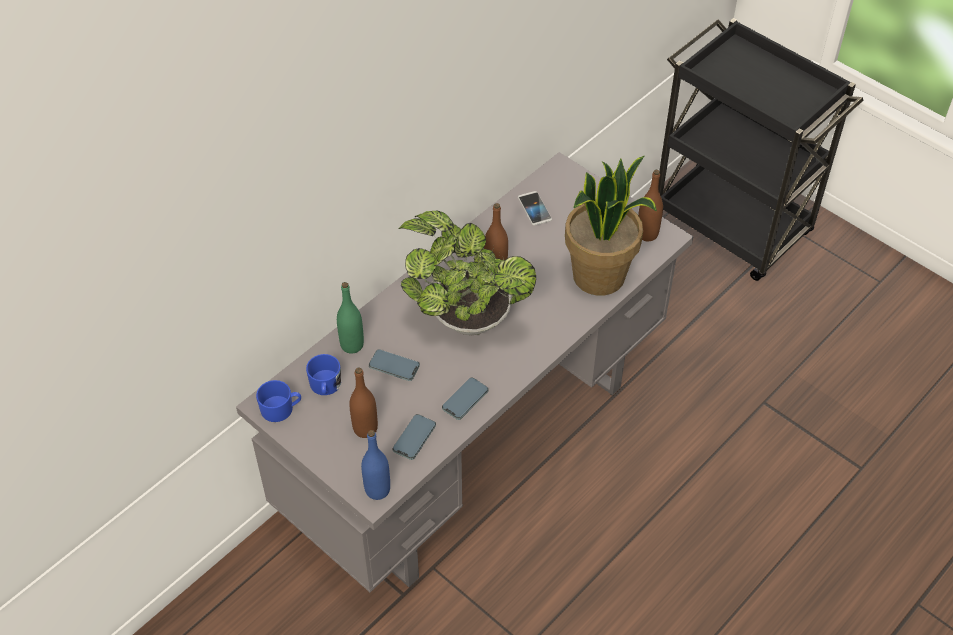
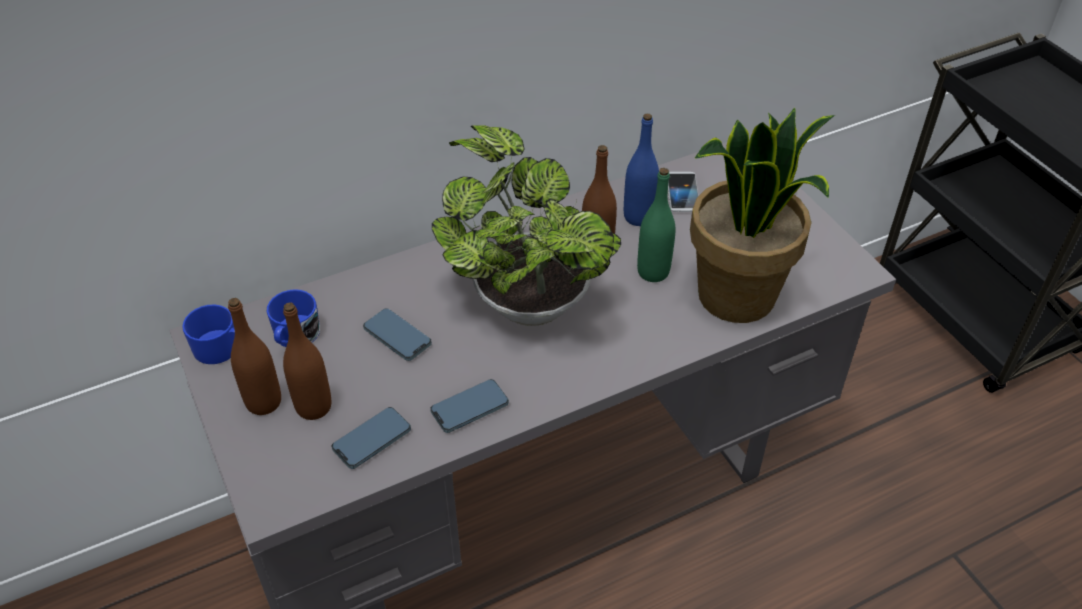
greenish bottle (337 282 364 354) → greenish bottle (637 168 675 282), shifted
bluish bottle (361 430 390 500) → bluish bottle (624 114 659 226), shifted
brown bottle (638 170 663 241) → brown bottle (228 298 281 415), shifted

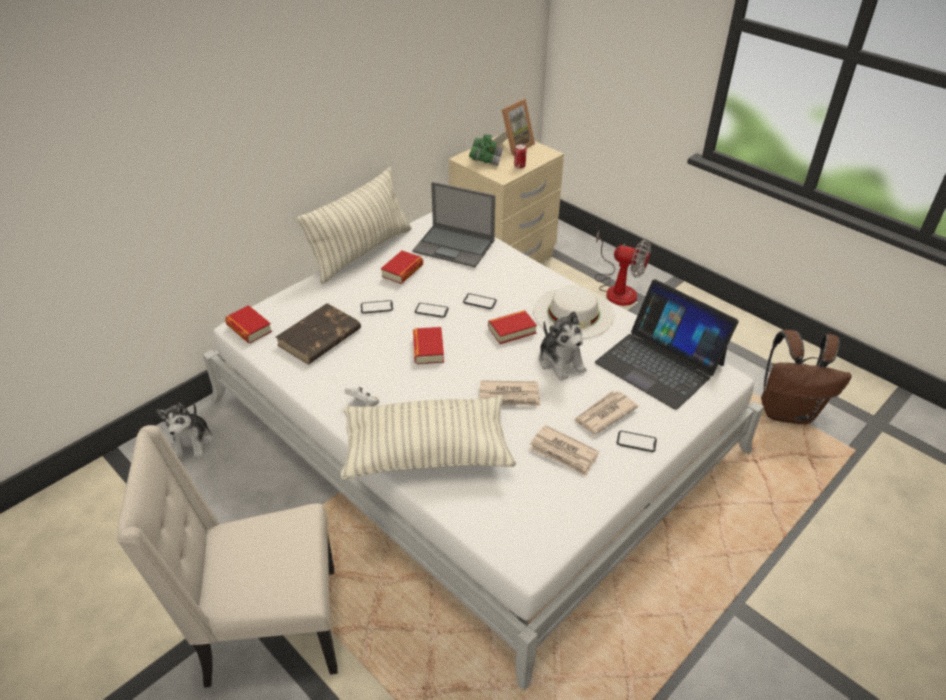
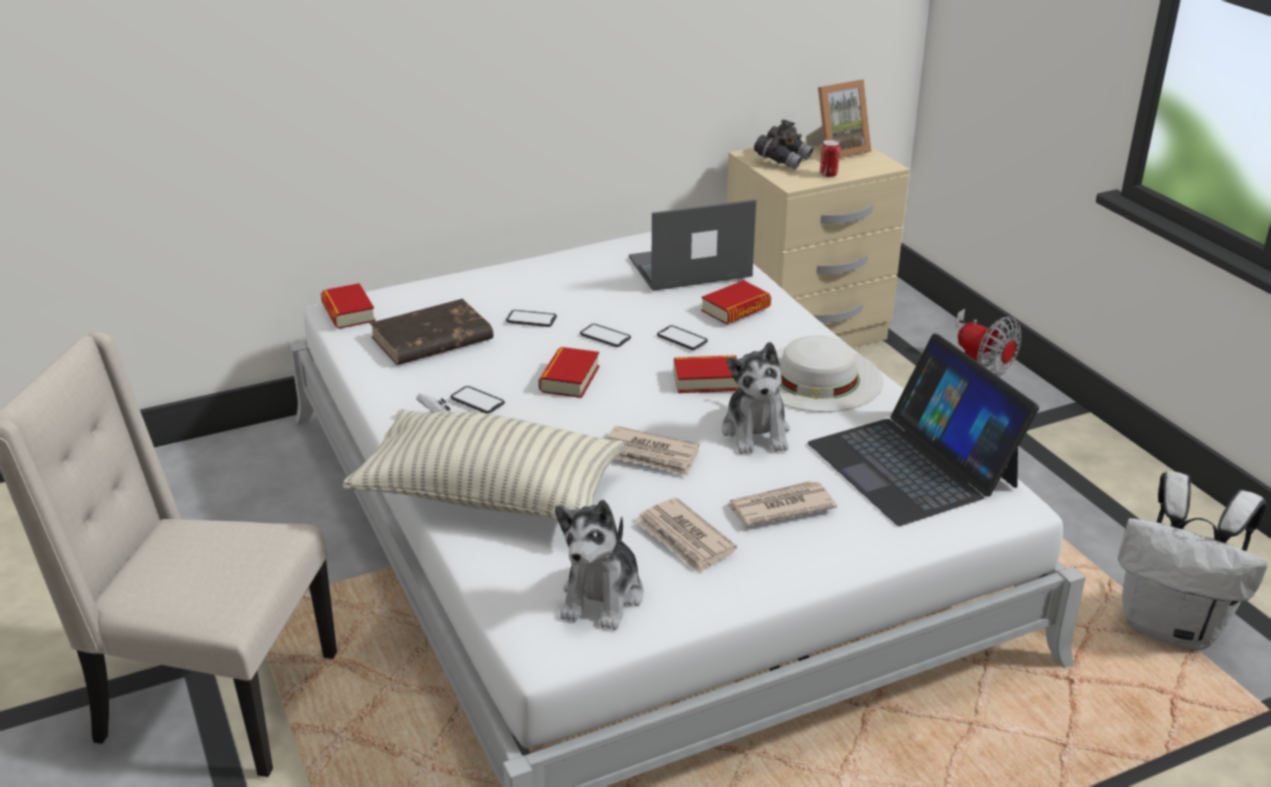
throw pillow (297 167 412 284) → -
soft toy (156 402 213 460) → soft toy (555 500 644 630), shifted
book (381 250 423 284) → book (701 280 771 325), shifted
phone (617 431 657 452) → phone (450 386 505 414), shifted
greenish field glasses (469 134 503 166) → gray field glasses (754 120 813 169)
brown backpack (761 330 852 424) → whitish backpack (1118 471 1268 651)
notebook computer (412 182 495 267) → notebook computer (629 200 756 291), 120 degrees clockwise

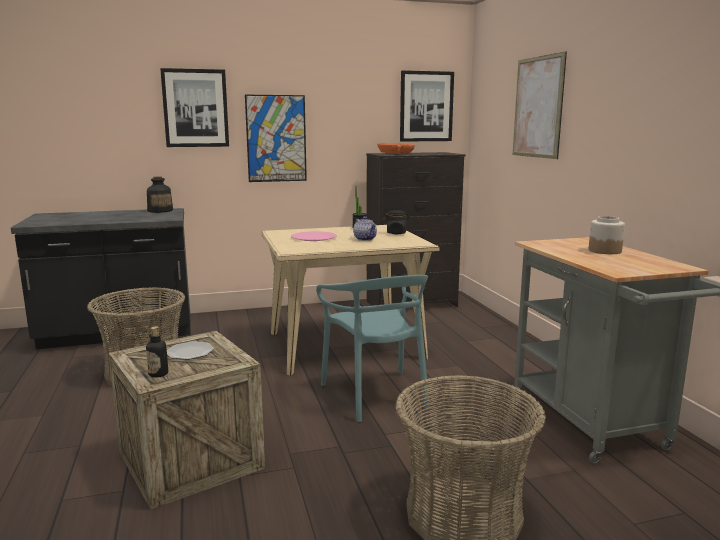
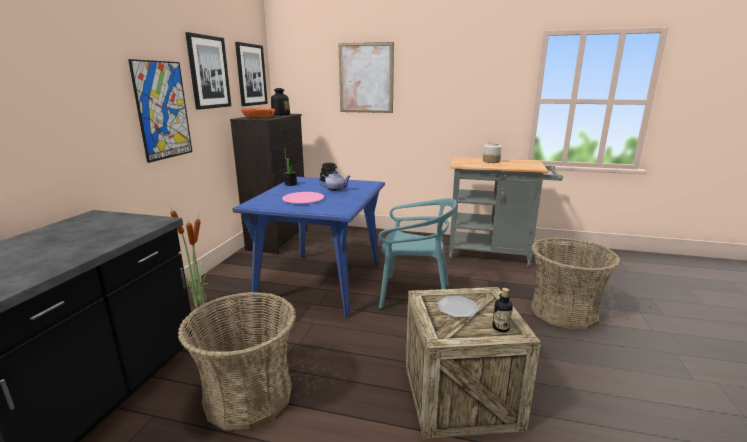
- → houseplant (169 204 212 308)
bottle (147 176 173 213) → bottle (271 88 290 115), shifted
wall picture (160 68 229 147) → wall picture (185 32 231 110), shifted
sand-coloured kitchen table (261 225 440 376) → bluish kitchen table (233 177 385 318)

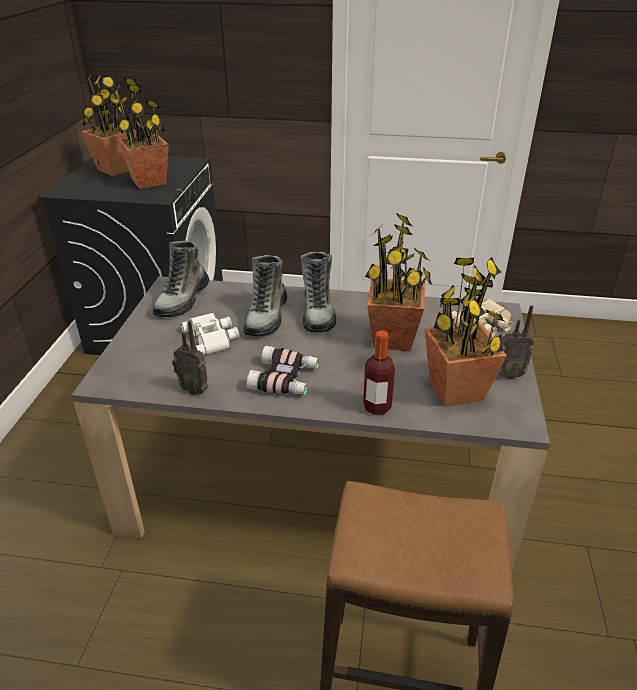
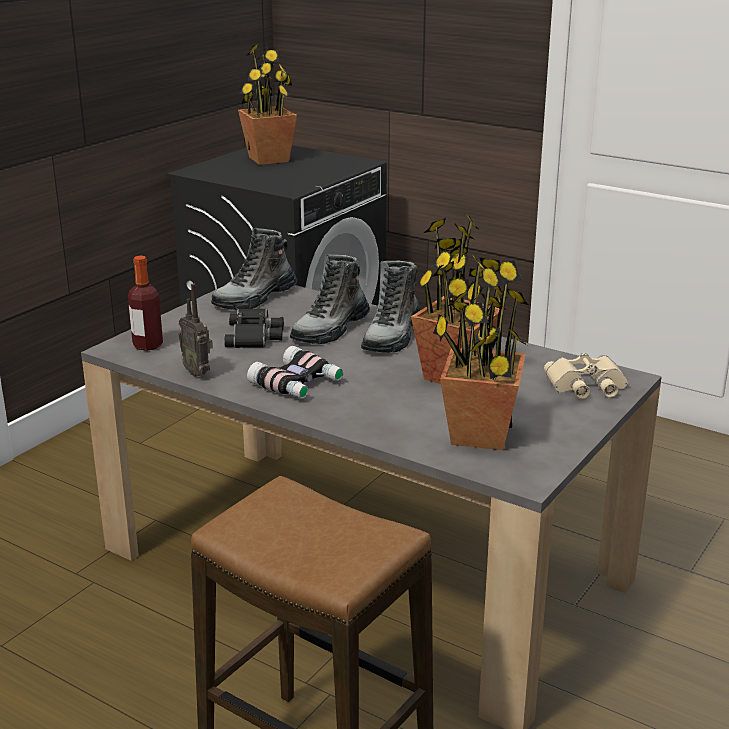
houseplant (114 78 169 189) → -
radio set (498 305 534 380) → -
bottle (363 330 395 415) → bottle (128 256 163 351), shifted
whitish field glasses (181 312 239 355) → blackish field glasses (224 308 284 348)

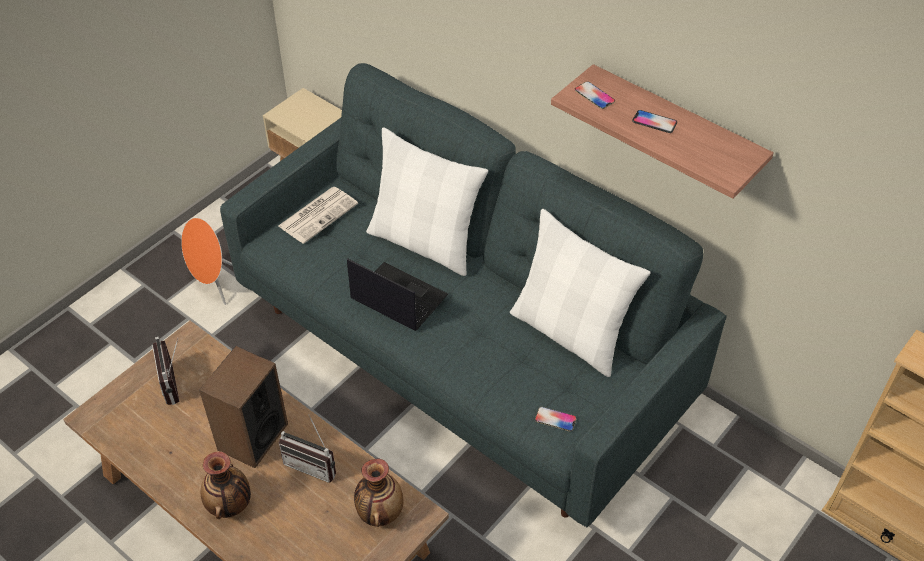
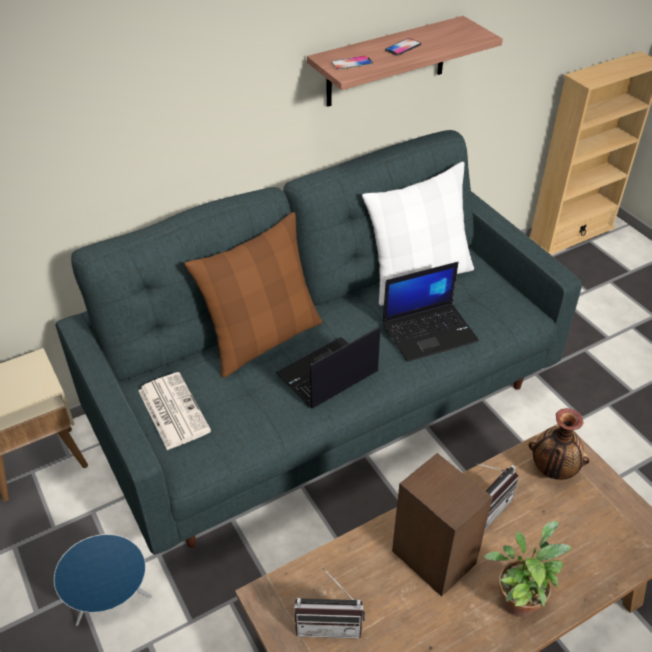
phone (535 407 576 431) → -
- → notebook computer (383 262 479 362)
vase (201 451 251 519) → houseplant (484 521 571 617)
orange speaker (181 218 232 305) → bluish speaker (54 534 152 626)
whitish throw pillow (366 127 488 276) → brown throw pillow (185 212 322 378)

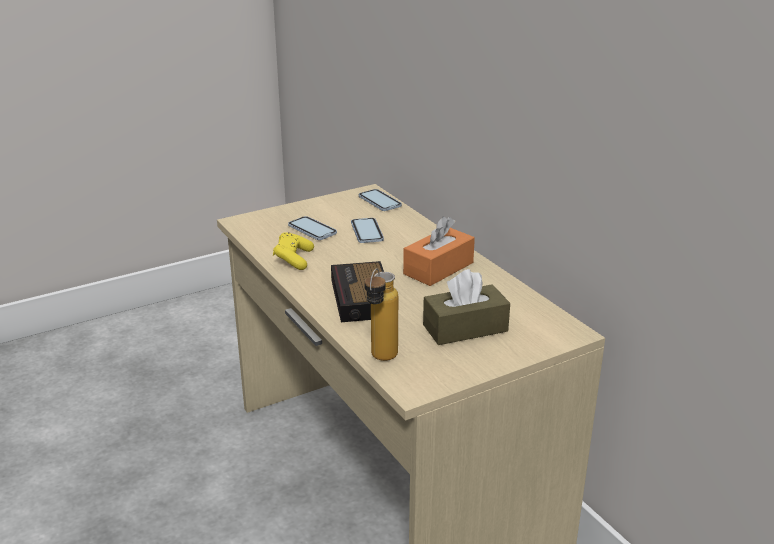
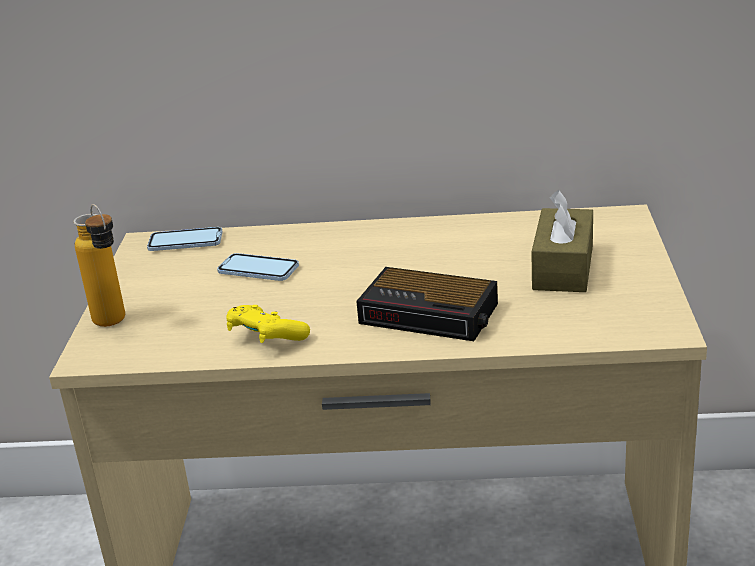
phone (288 216 337 240) → -
orange tissue box (403 217 475 286) → -
bottle (364 268 398 361) → bottle (73 204 125 327), shifted

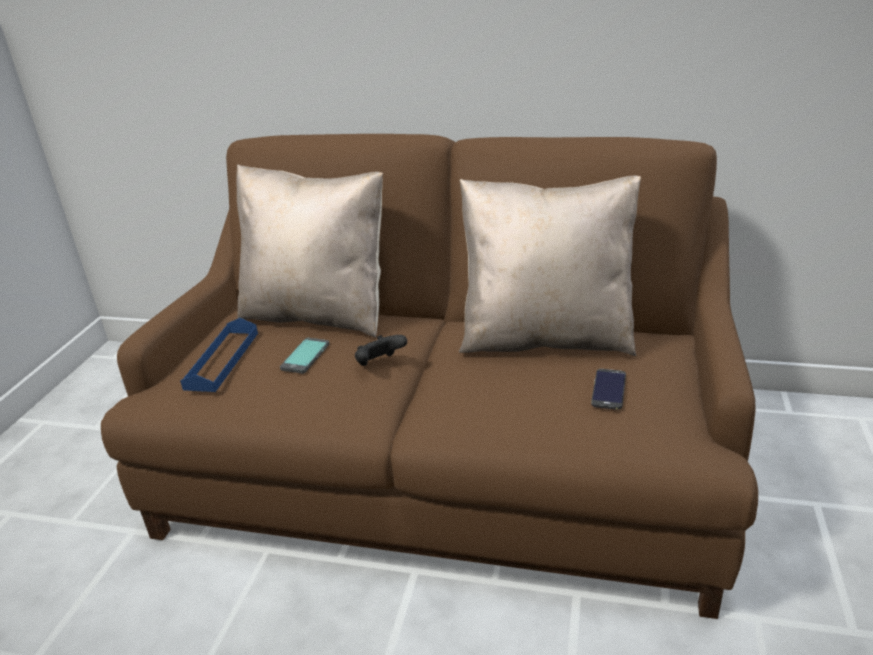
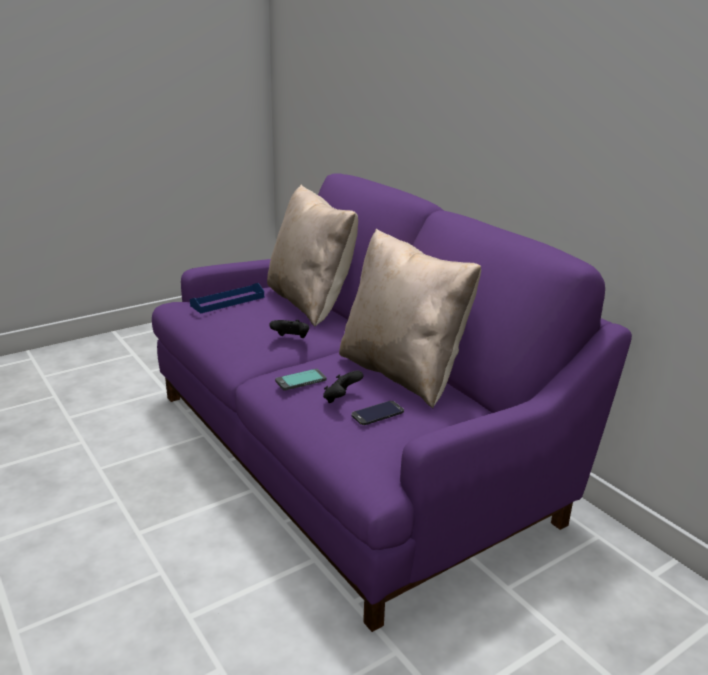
- → blackish game controller (323 371 364 403)
phone (280 338 329 374) → phone (275 369 327 391), shifted
brown sofa (101 134 758 619) → purplish sofa (152 173 632 632)

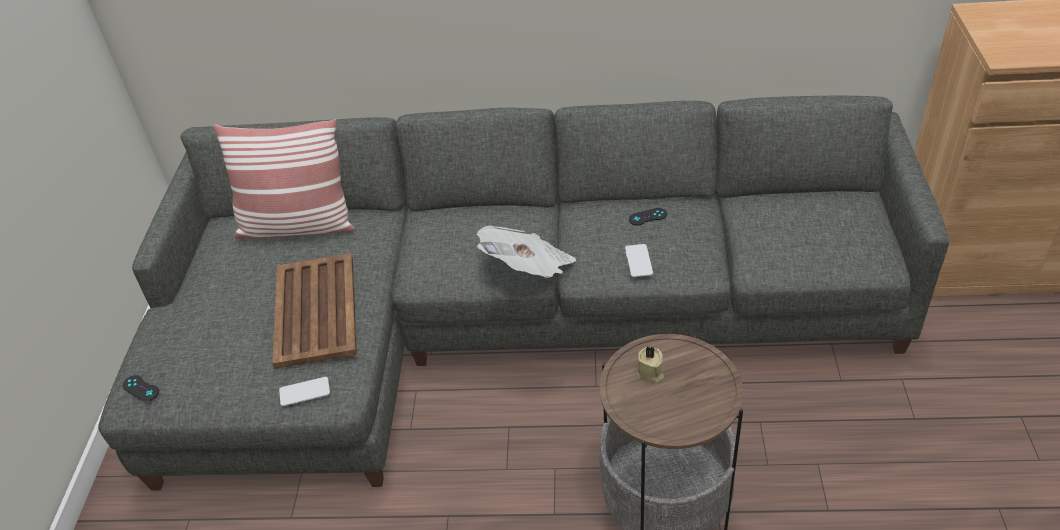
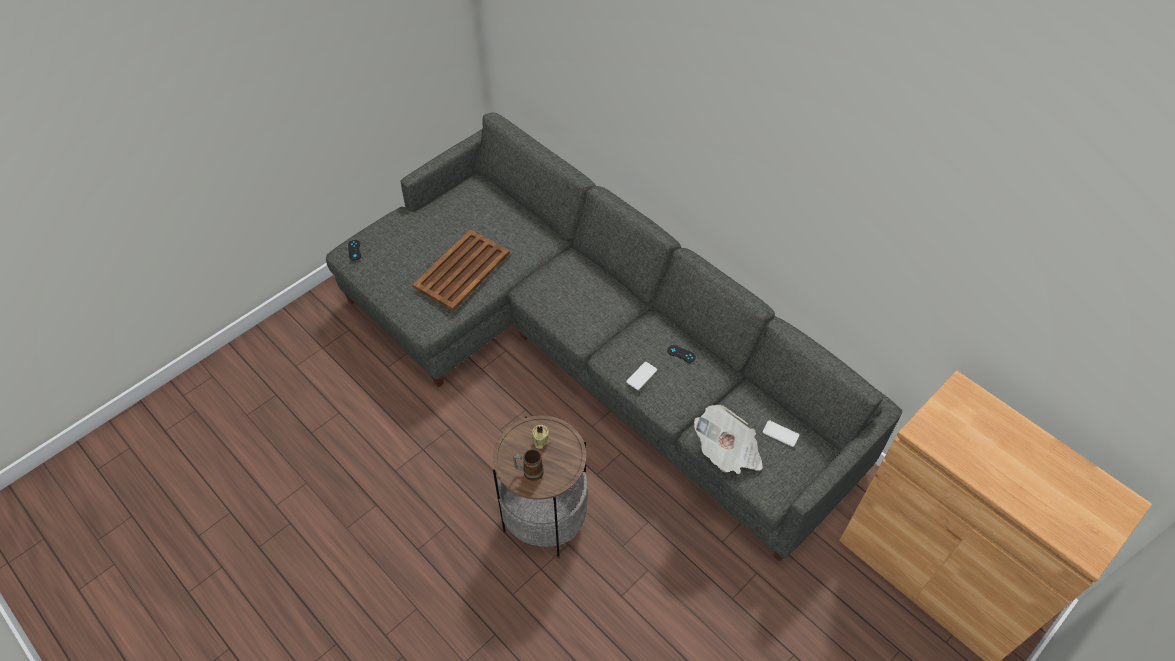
throw pillow (214 119 355 239) → -
- → coffee mug (513 449 544 481)
phone (279 377 330 406) → phone (763 420 799 447), shifted
daily paper (476 225 576 278) → daily paper (694 405 763 474), shifted

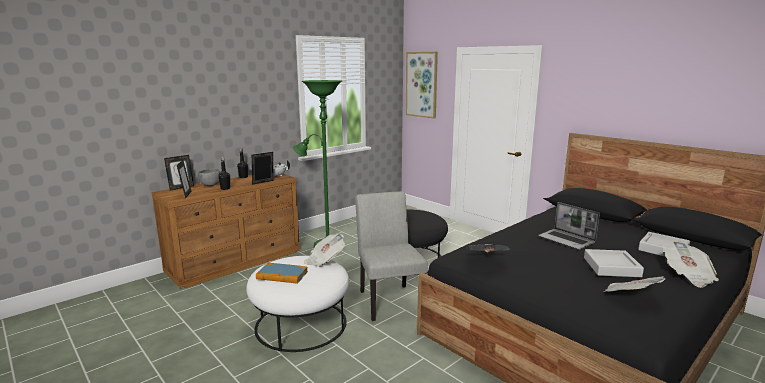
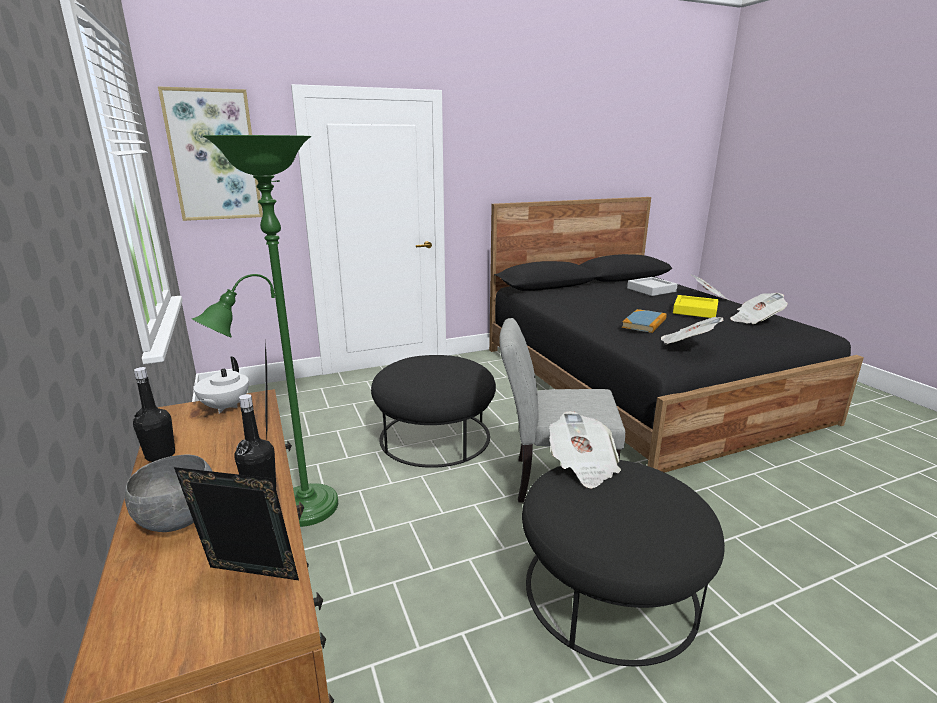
photo frame (164 155 194 191) → -
notebook computer (538 202 600 250) → -
book (256 263 308 284) → book (622 309 667 333), shifted
whitish pouffe (246 256 349 352) → blackish pouffe (522 460 725 666)
gray tray (584 249 644 277) → yellowish tray (673 295 718 318)

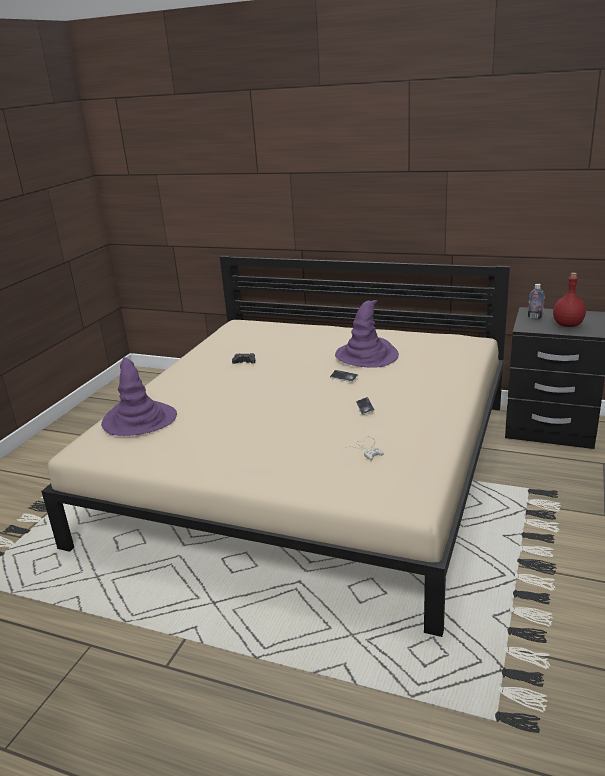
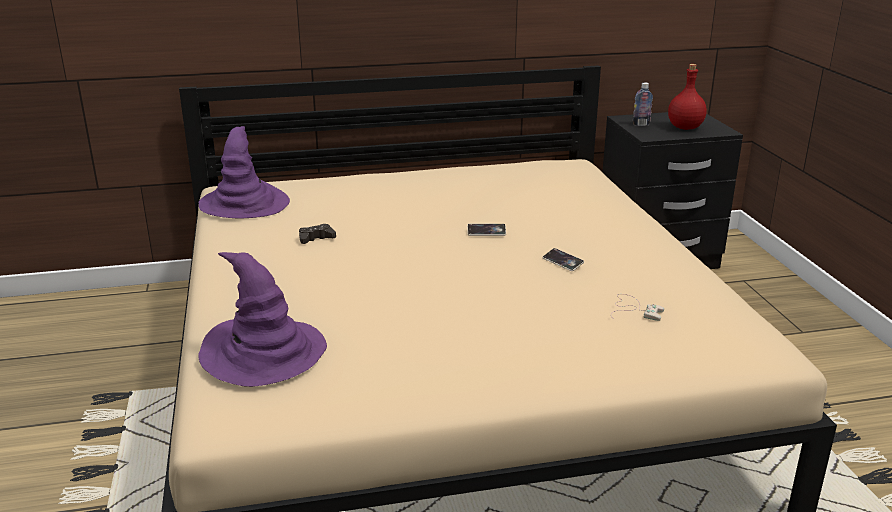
purplish hat (335 300 399 368) → purplish hat (199 126 290 218), shifted

